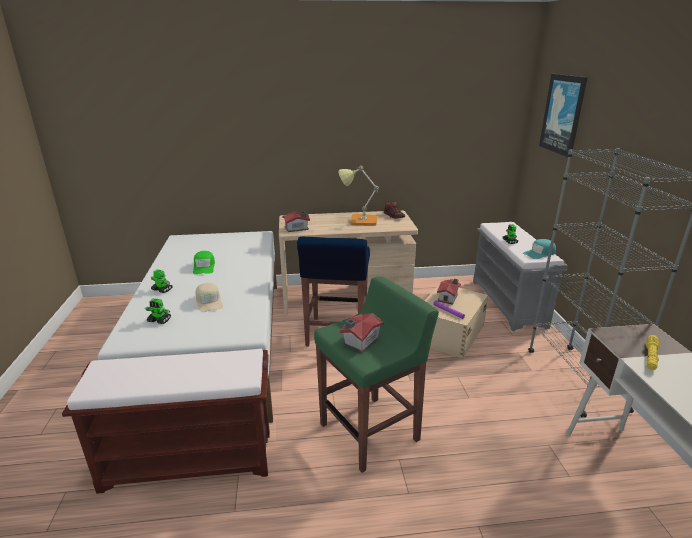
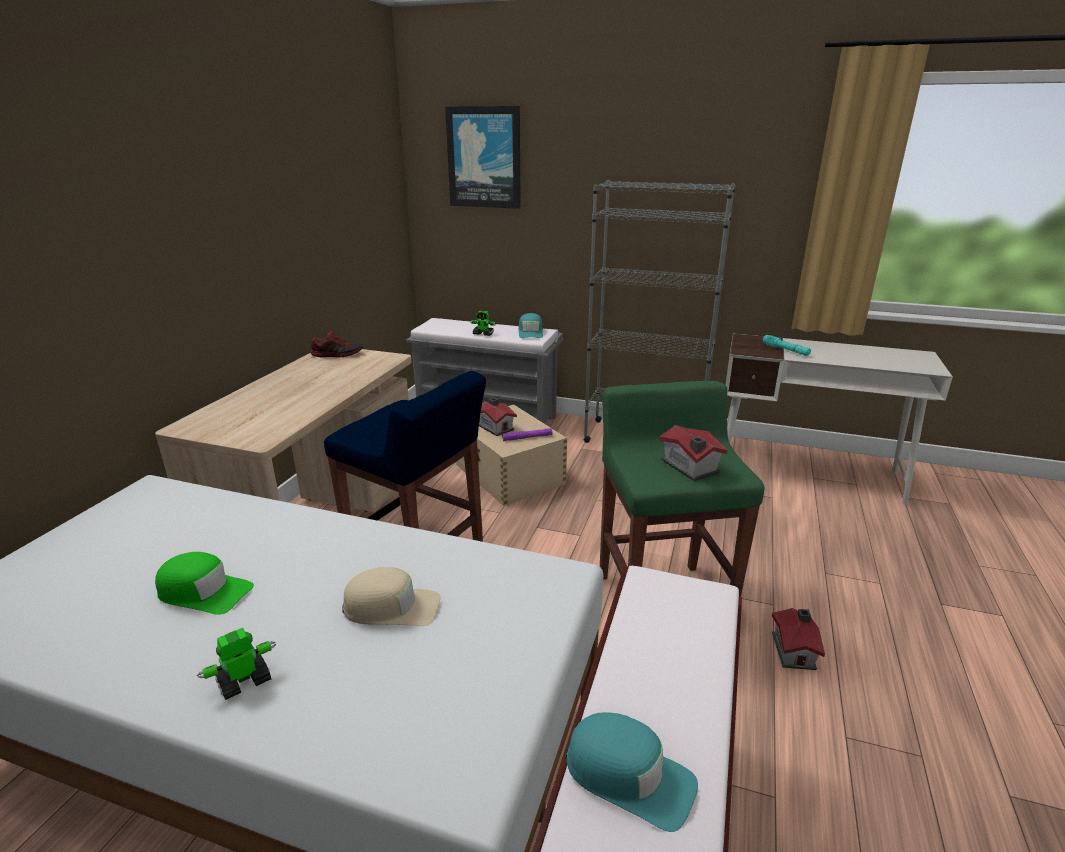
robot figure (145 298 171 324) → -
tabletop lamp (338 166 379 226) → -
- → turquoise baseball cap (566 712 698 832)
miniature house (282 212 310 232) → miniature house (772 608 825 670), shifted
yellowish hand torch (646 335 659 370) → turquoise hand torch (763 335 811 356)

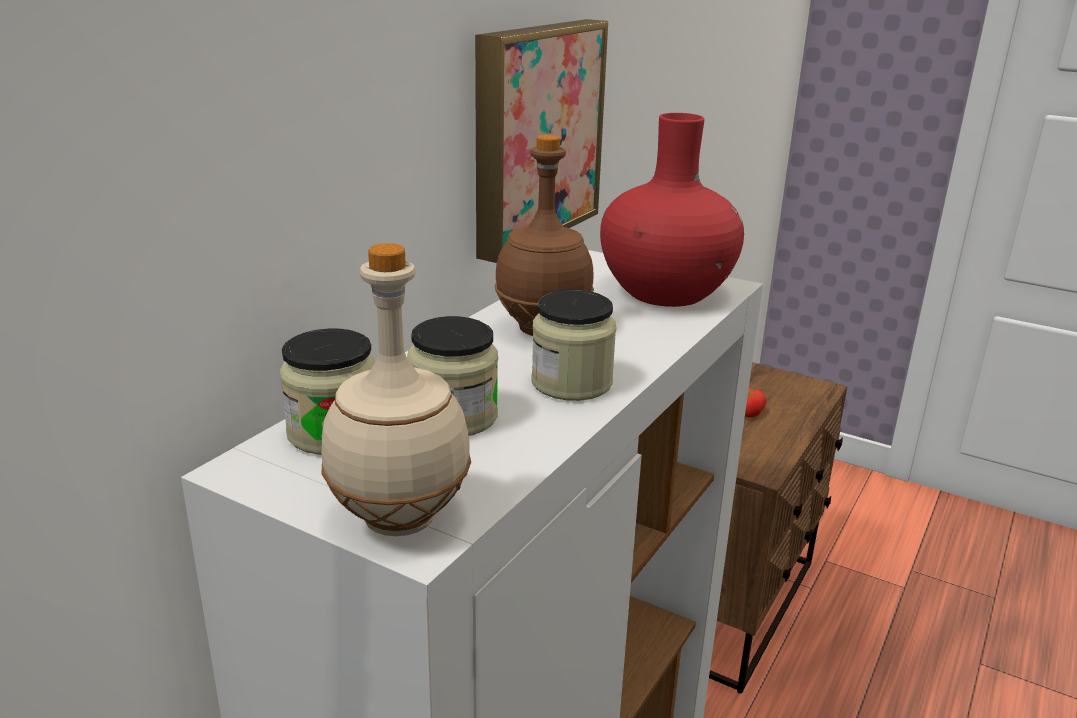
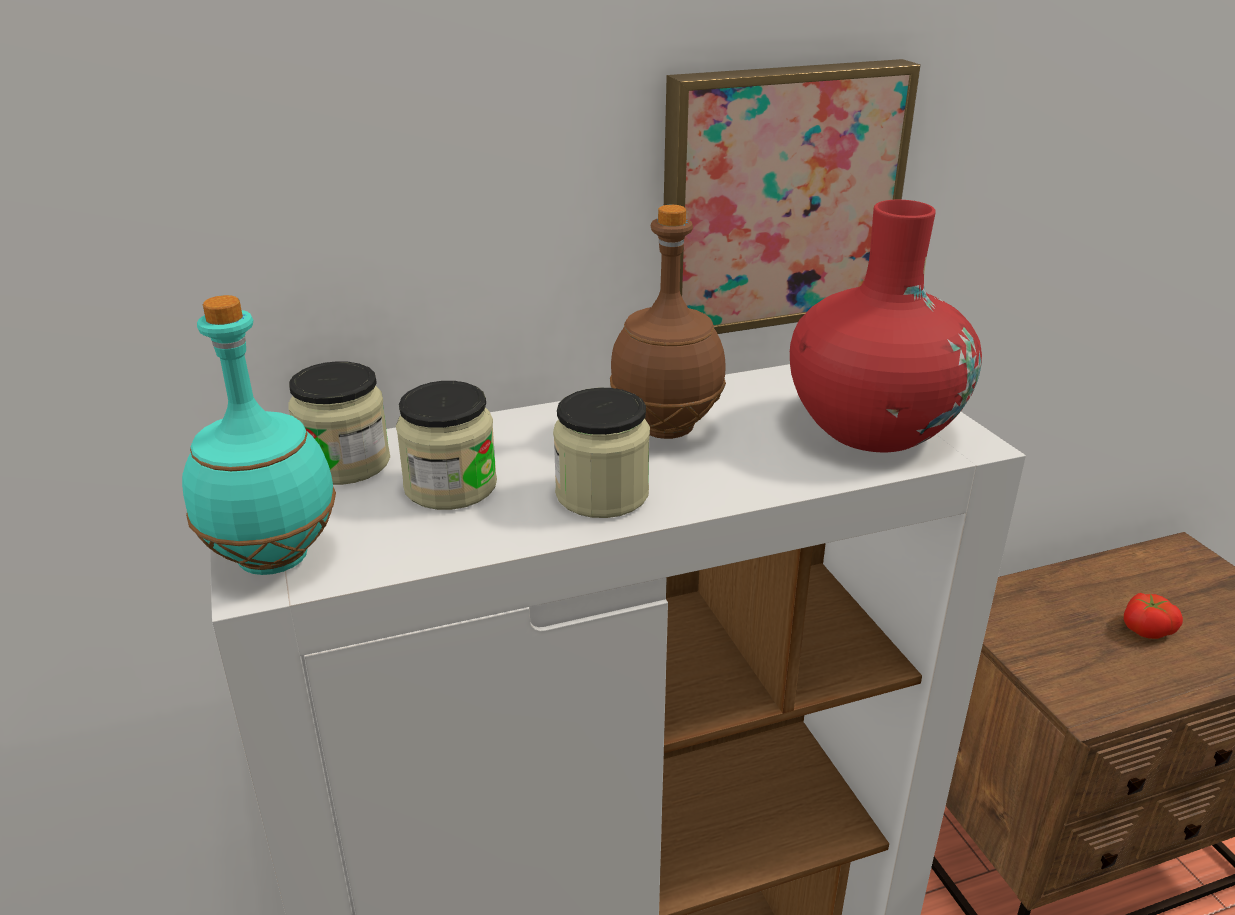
sand-coloured bottle (322 243 471 536) → turquoise bottle (182 295 336 575)

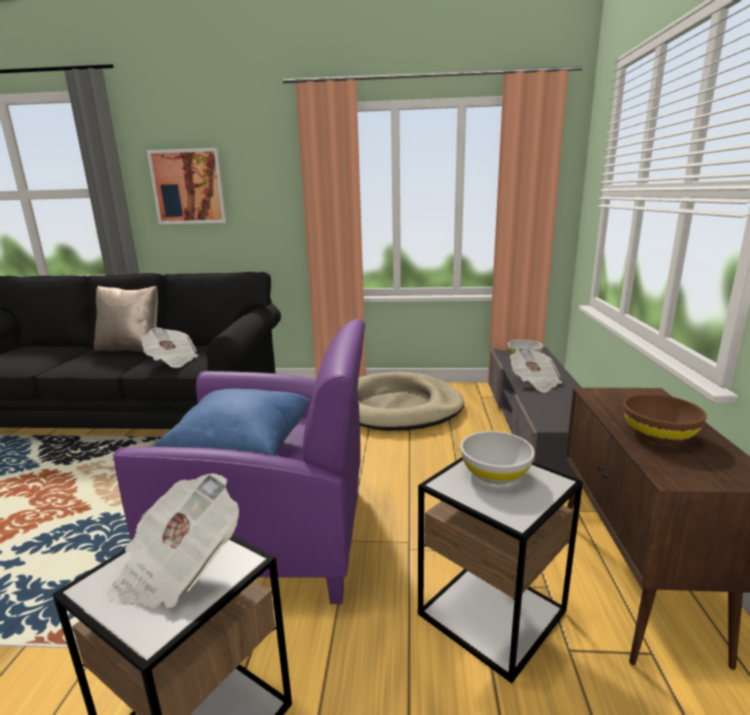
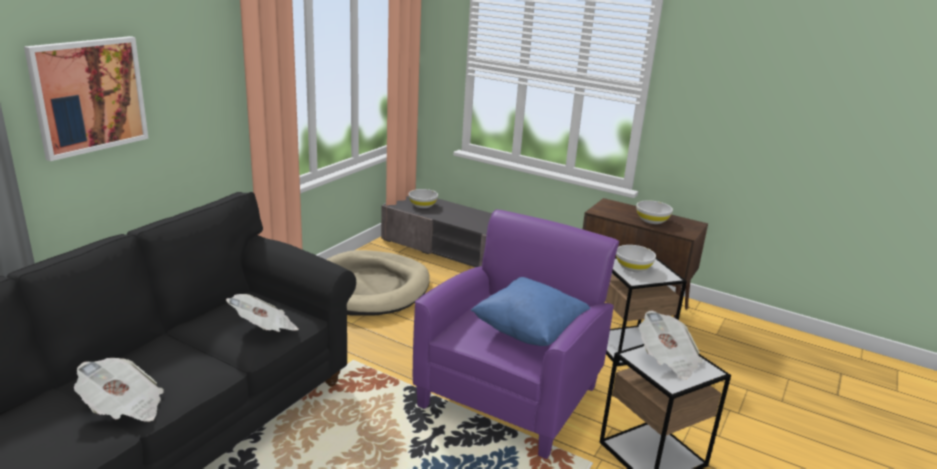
sand-coloured throw pillow (94 286 158 352) → -
daily paper (510 347 562 393) → daily paper (74 358 164 422), shifted
brown serving bowl (623 394 707 444) → whitish serving bowl (636 200 673 224)

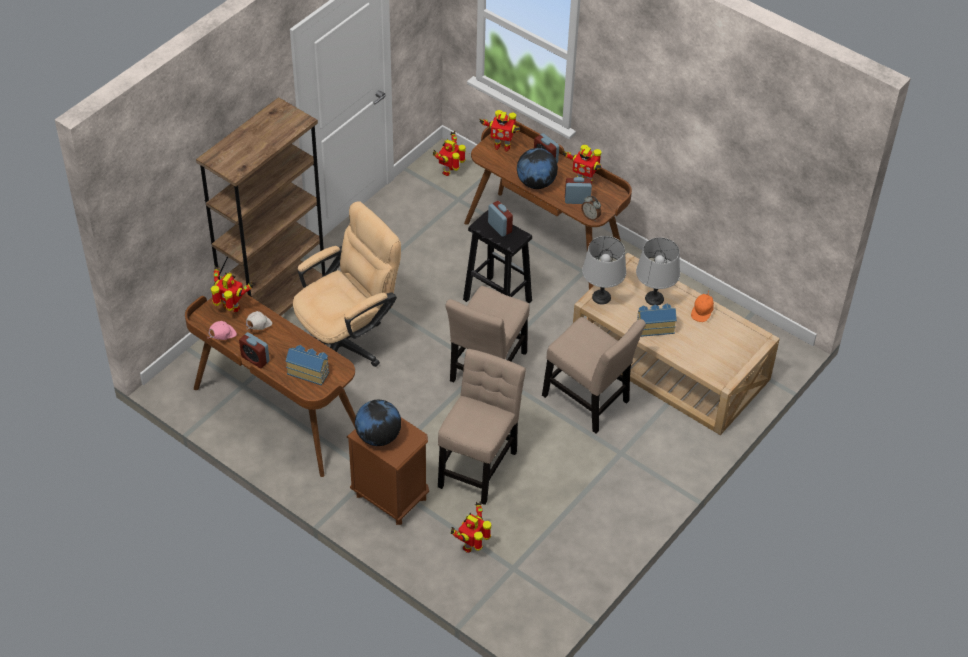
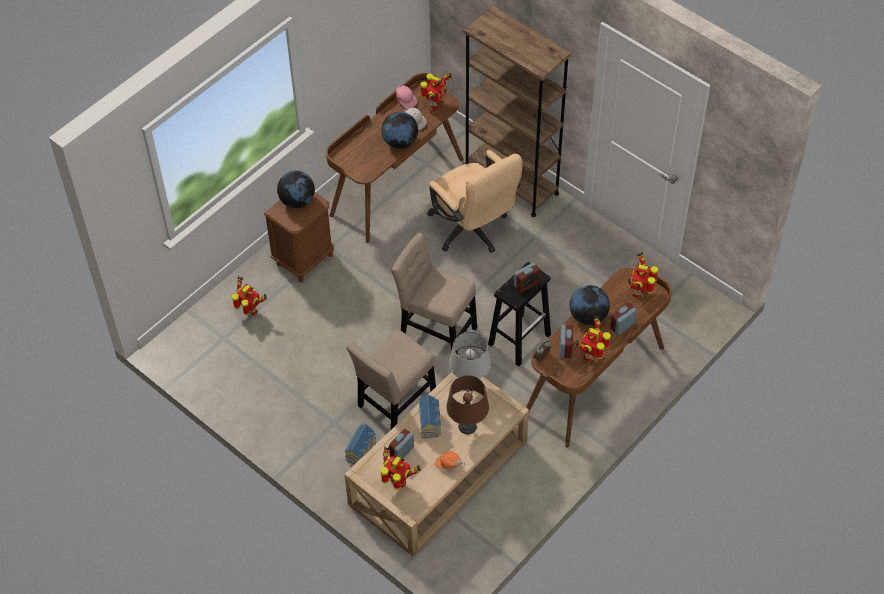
sand-coloured upright chair (438 349 526 505) → -
- → desk globe (382 112 418 149)
table clock (239 332 270 368) → table clock (389 429 414 459), shifted
miniature house (285 345 329 386) → miniature house (345 424 376 464), shifted
robot figure (433 131 466 176) → robot figure (380 446 421 490), shifted
gray tabletop lamp (636 237 680 306) → brown tabletop lamp (446 375 489 434)

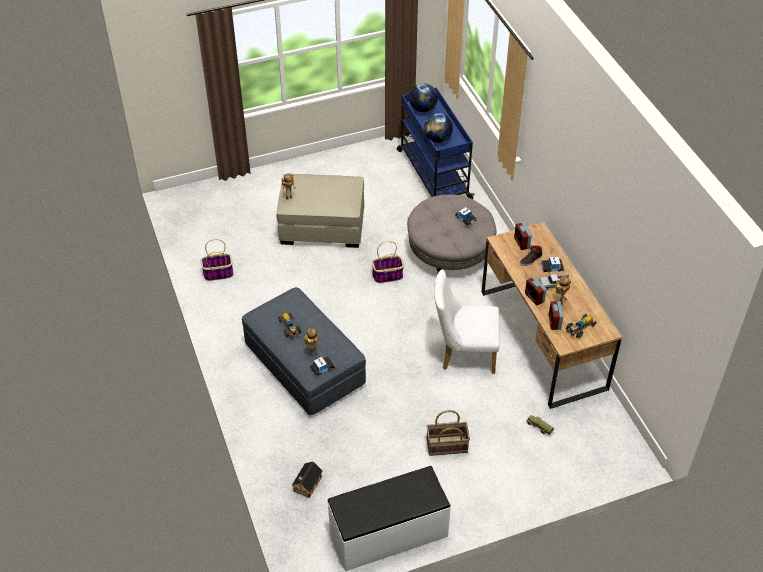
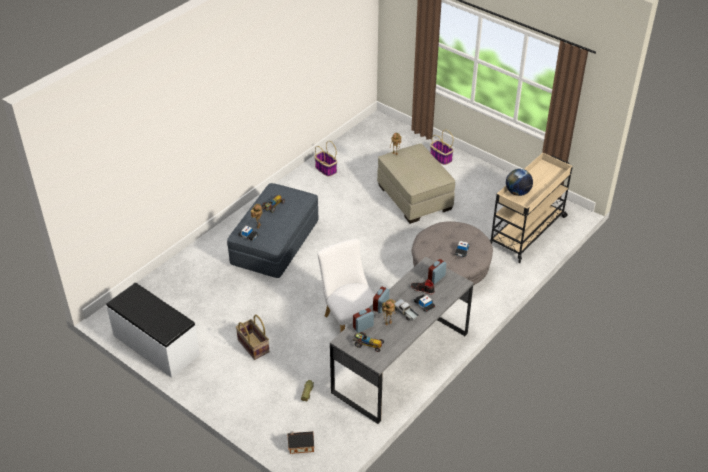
desk globe (410 83 438 112) → -
miniature house (292 461 323 498) → miniature house (288 431 314 454), shifted
household basket (372 241 404 283) → household basket (430 130 454 165), shifted
bluish cart (397 88 475 199) → sand-coloured cart (490 153 573 263)
brown desk unit (482 222 622 409) → gray desk unit (330 257 473 424)

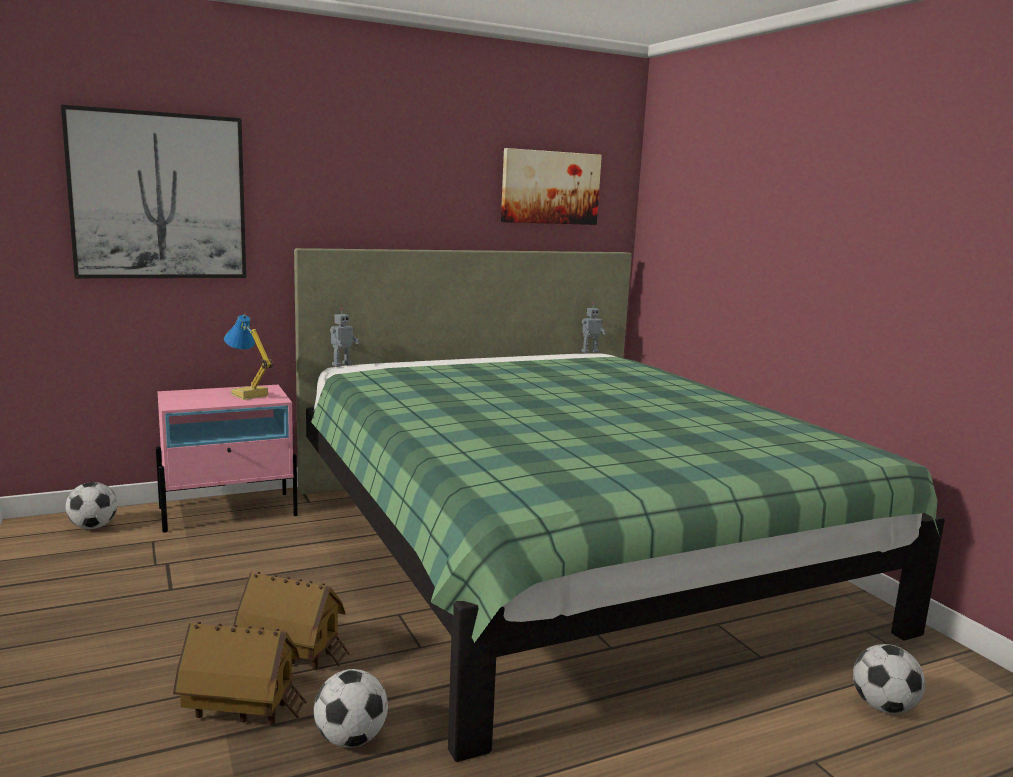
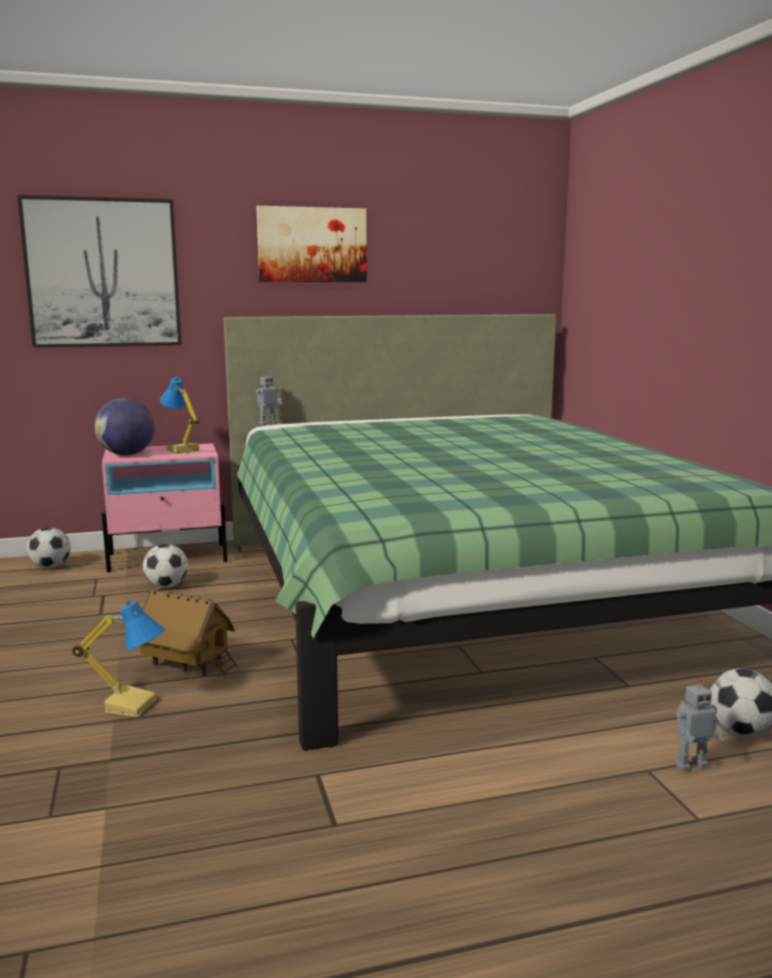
- → desk globe (95 398 155 455)
football (314 669 388 748) → football (143 544 188 588), shifted
wall picture (501 148 602 225) → wall picture (256 206 367 282), shifted
robot figure (581 302 606 353) → robot figure (674 678 726 772), shifted
miniature house (173 622 307 726) → tabletop lamp (72 600 166 717)

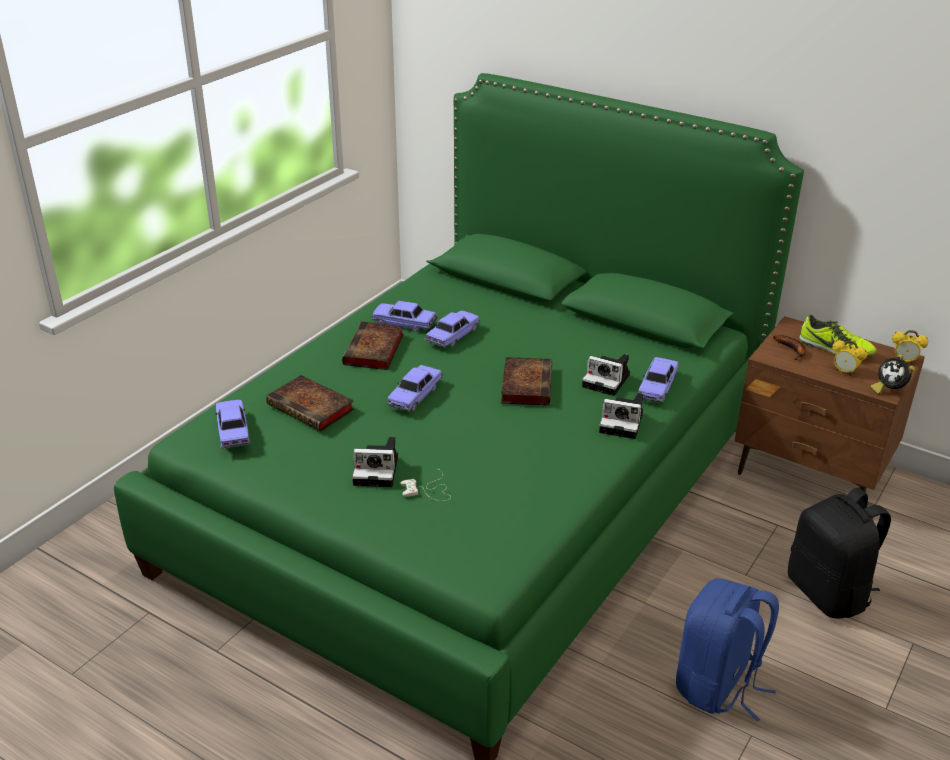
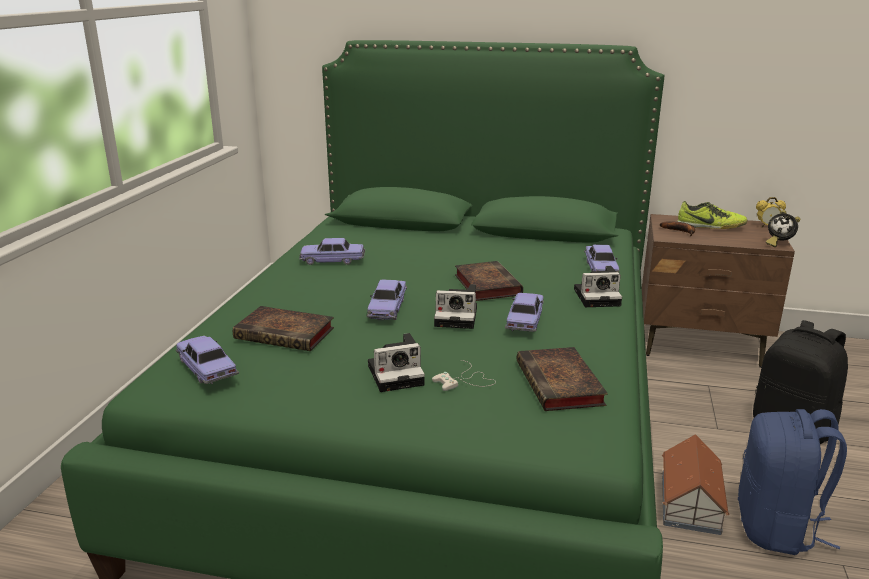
table clock (832 340 867 376) → -
- → miniature house (662 434 730 535)
book (342 321 404 370) → book (516 347 608 411), shifted
miniature car (424 311 480 347) → miniature car (505 293 544 332), shifted
photo camera (582 354 630 396) → photo camera (434 284 477 329), shifted

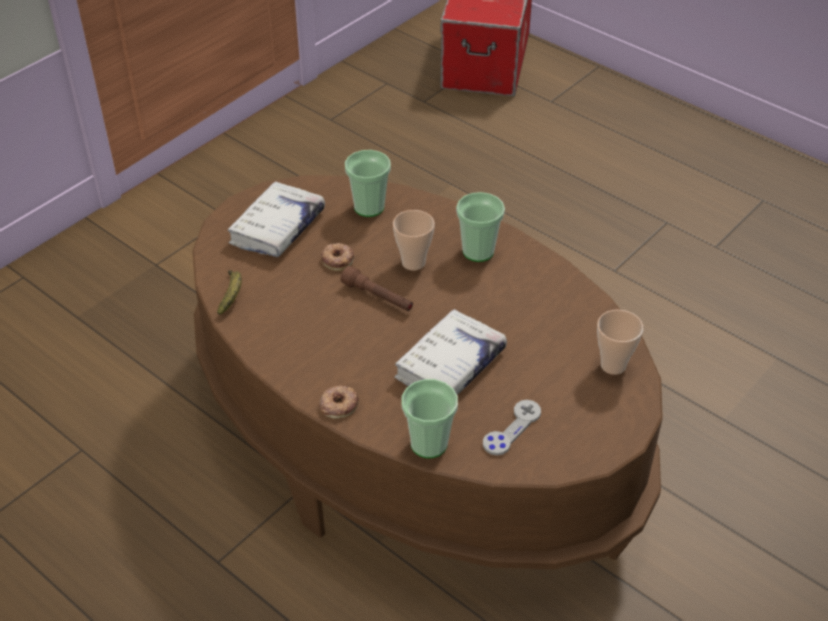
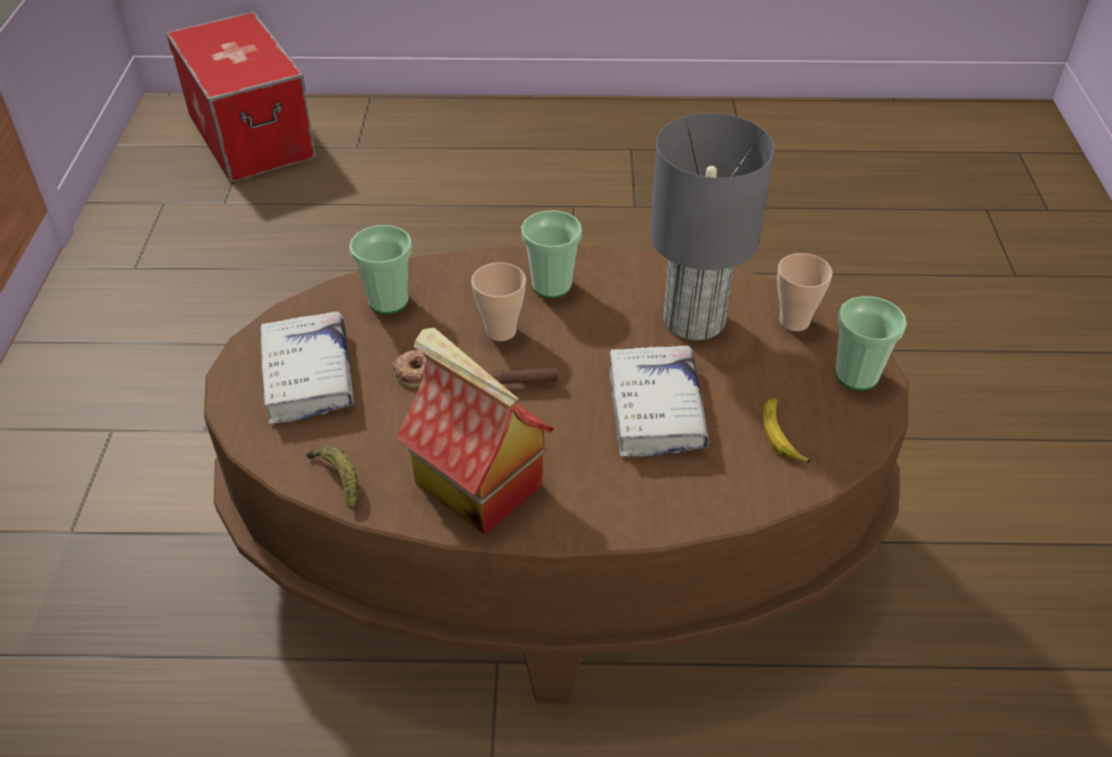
donut (319 385 359 419) → -
- → miniature house (396 327 555 535)
- → gray tabletop lamp (650 113 774 340)
cup (401 379 458 458) → cup (835 296 907 390), shifted
gray game controller (483 400 541 455) → banana fruit (763 397 811 464)

